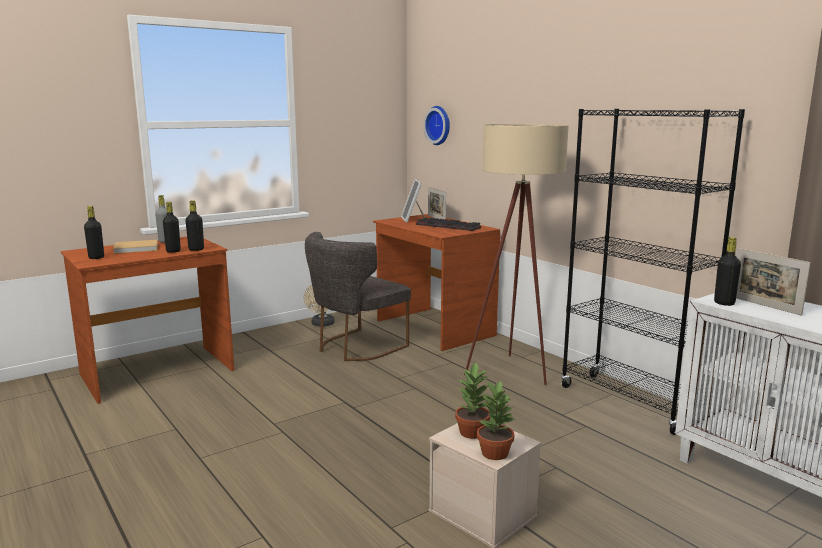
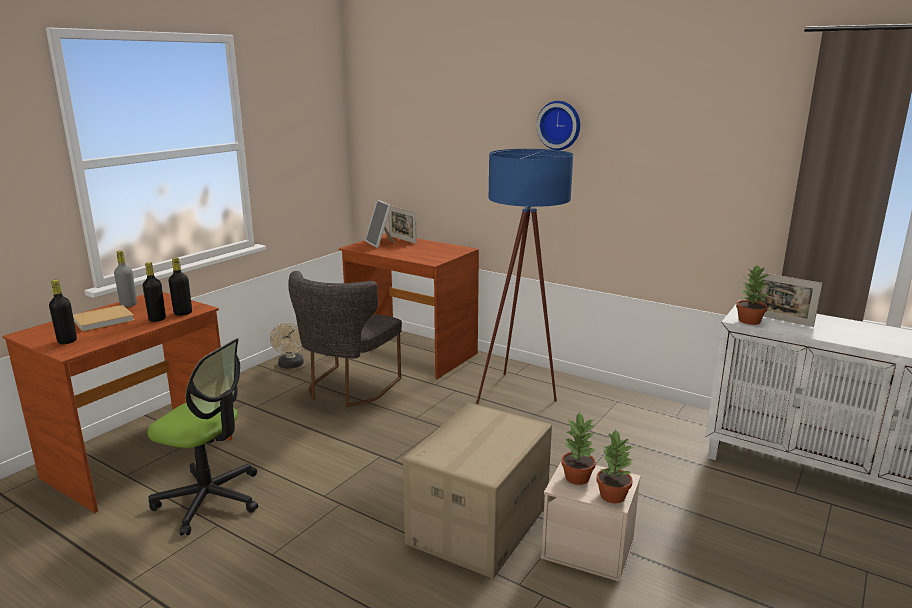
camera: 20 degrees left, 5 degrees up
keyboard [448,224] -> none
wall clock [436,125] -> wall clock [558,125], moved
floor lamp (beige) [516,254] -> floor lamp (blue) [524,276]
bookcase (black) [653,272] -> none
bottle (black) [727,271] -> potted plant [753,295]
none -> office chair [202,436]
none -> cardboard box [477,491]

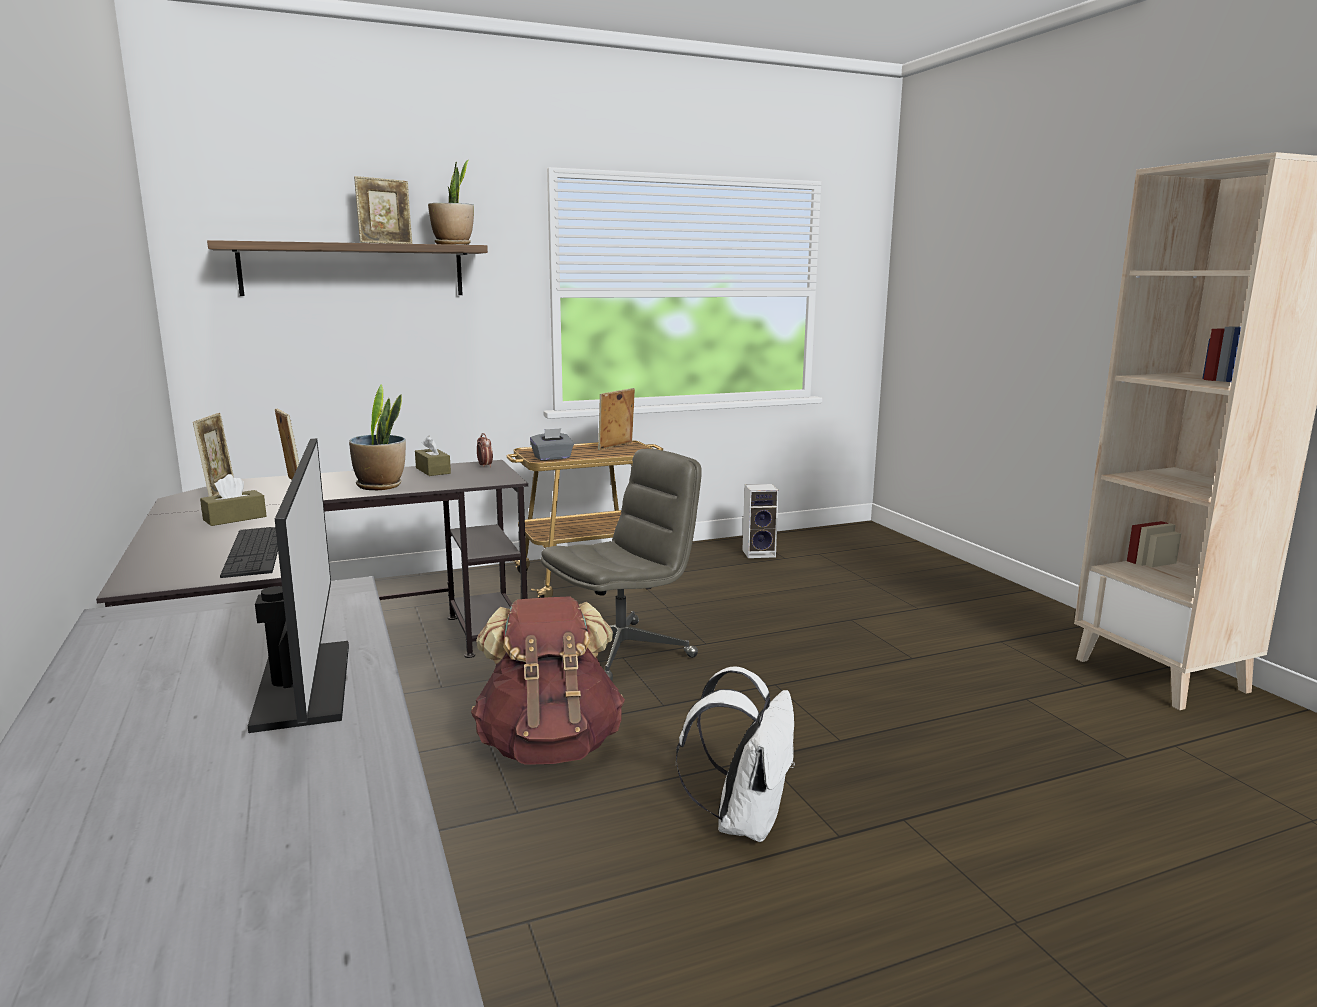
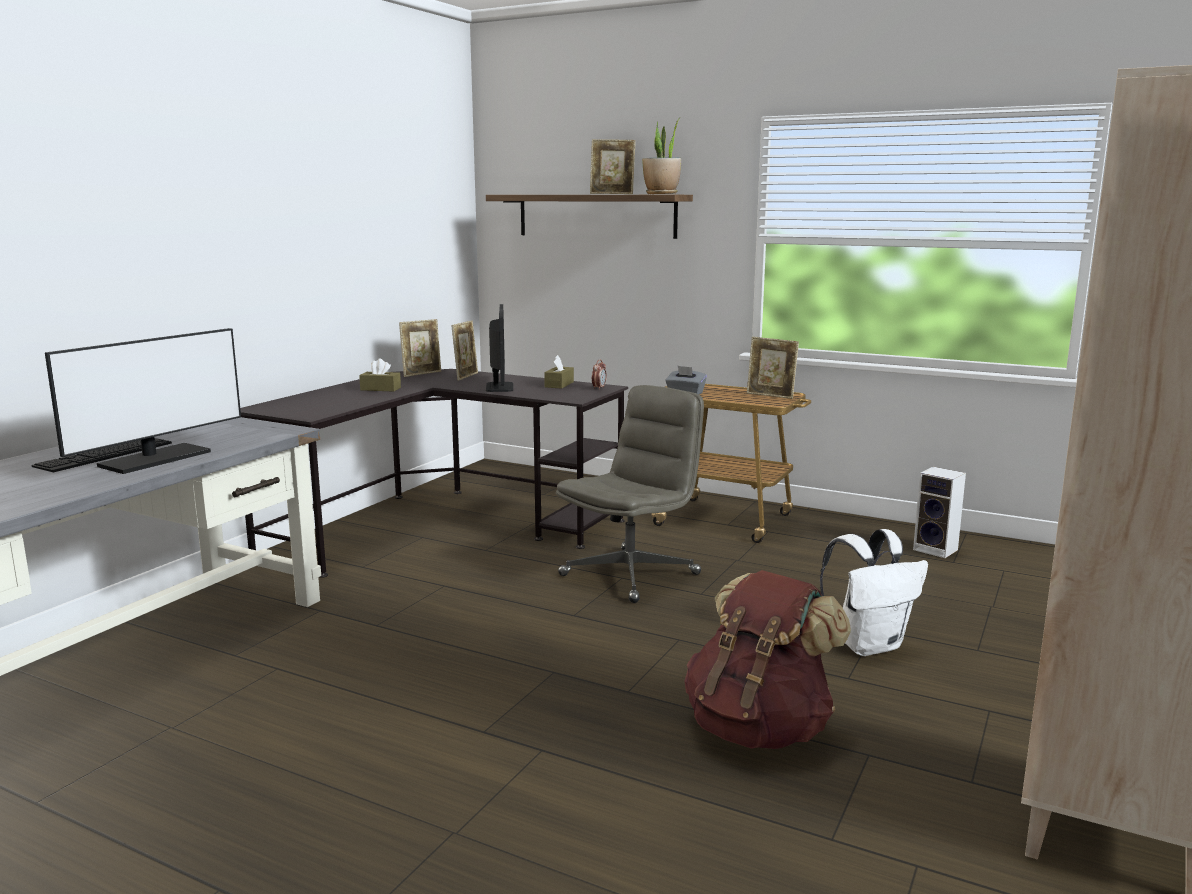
camera: 50 degrees right, 0 degrees up
keyboard [249,552] -> keyboard [102,455], moved
potted plant [377,437] -> monitor [499,348]
backpack (brown) [548,680] -> backpack (brown) [768,659], moved
office chair (grey) [621,565] -> office chair (grey) [630,494], 60 degrees counterclockwise
picture frame [616,419] -> picture frame [773,368], 150 degrees counterclockwise
backpack (white) [735,754] -> backpack (white) [874,592], moved

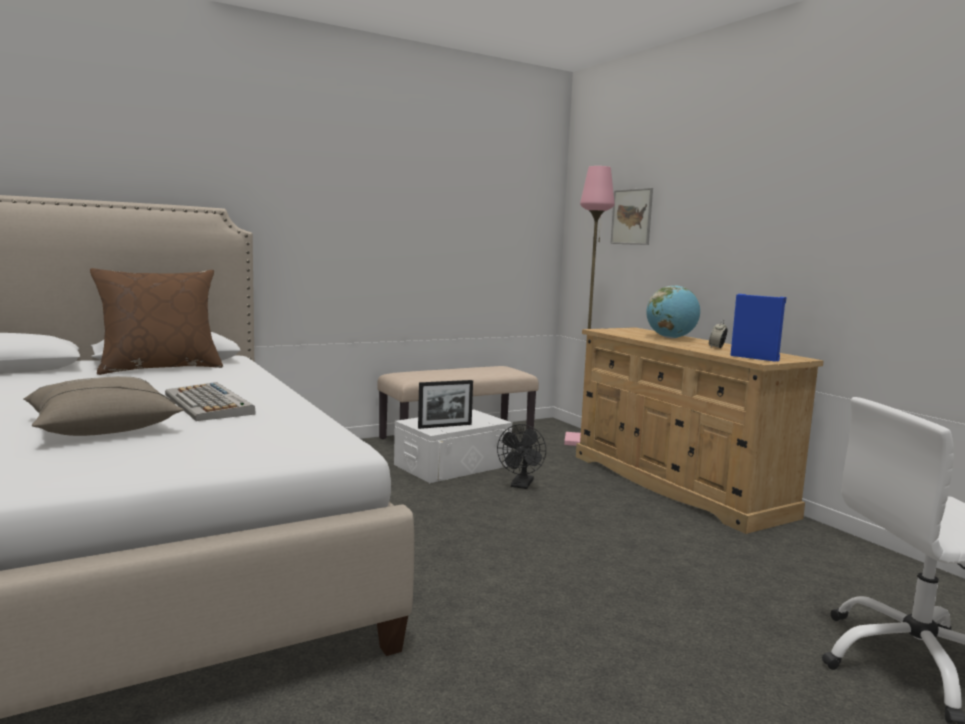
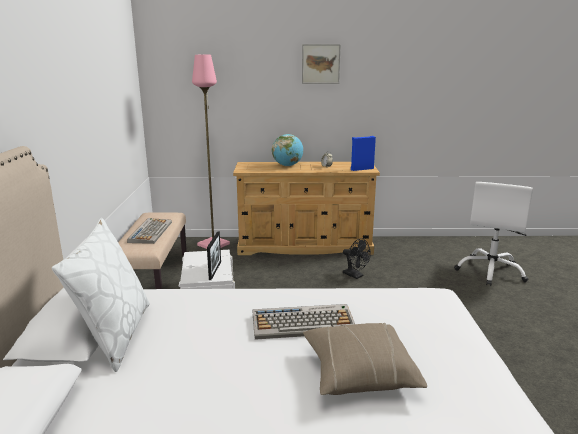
camera: 60 degrees left, 10 degrees up
pillow (brown) [156,321] -> pillow (white) [101,295]
fan (black) [521,456] -> fan (black) [357,258], moved
picture [631,216] -> picture [321,64], moved
none -> keyboard [149,231]

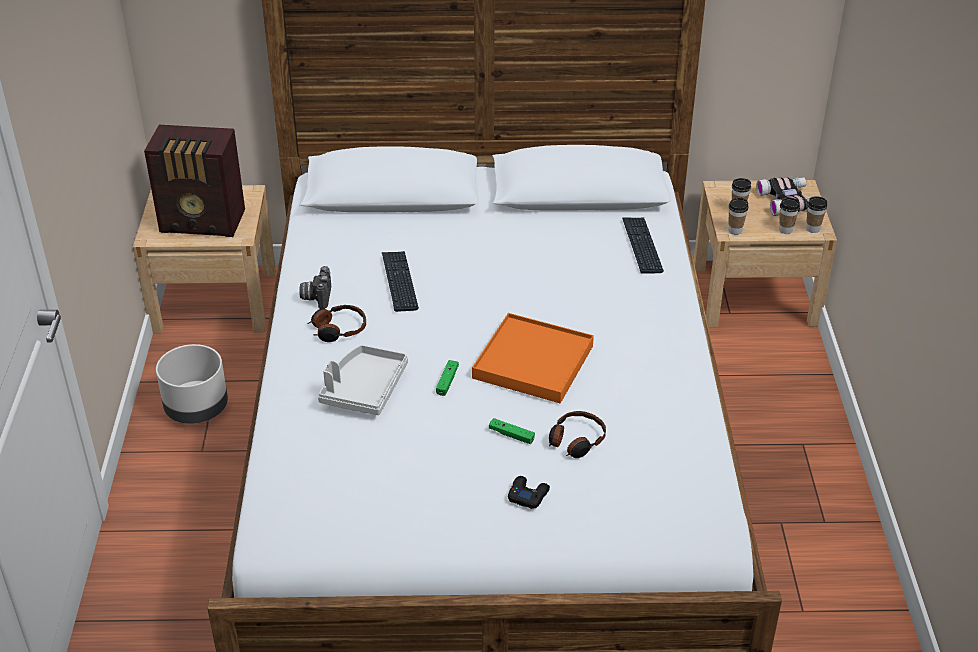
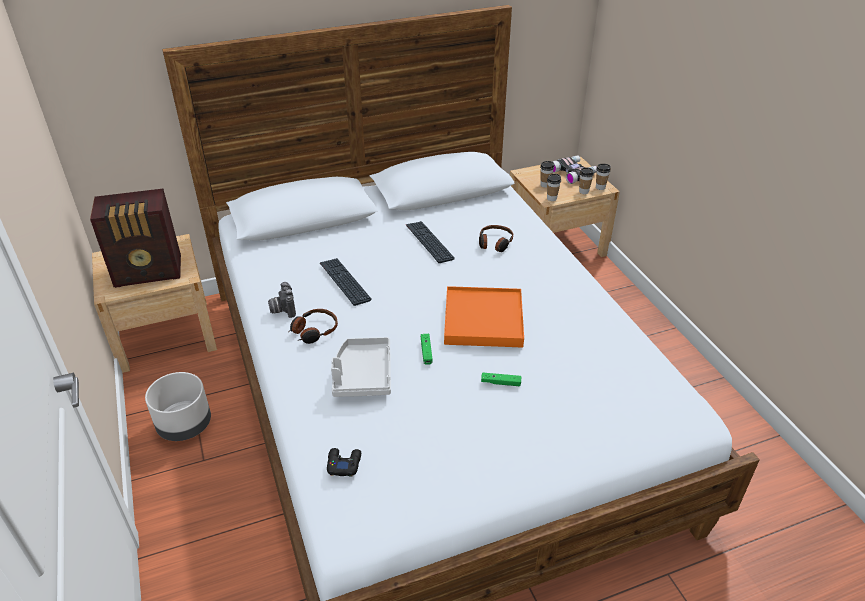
camera: 20 degrees left, 0 degrees up
game controller (black) [529,492] -> game controller (black) [344,462], moved
headphones [577,434] -> headphones [496,238], moved
keyboard [643,245] -> keyboard [430,242], moved

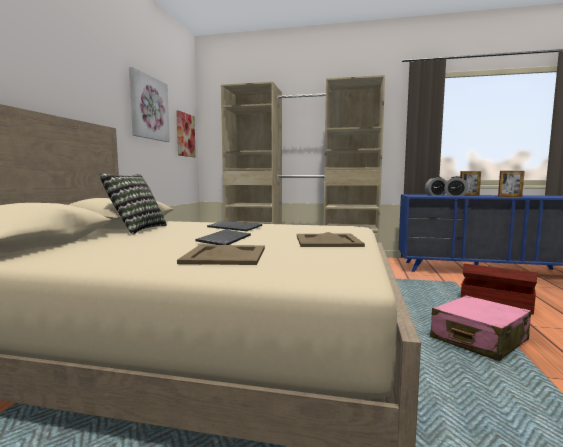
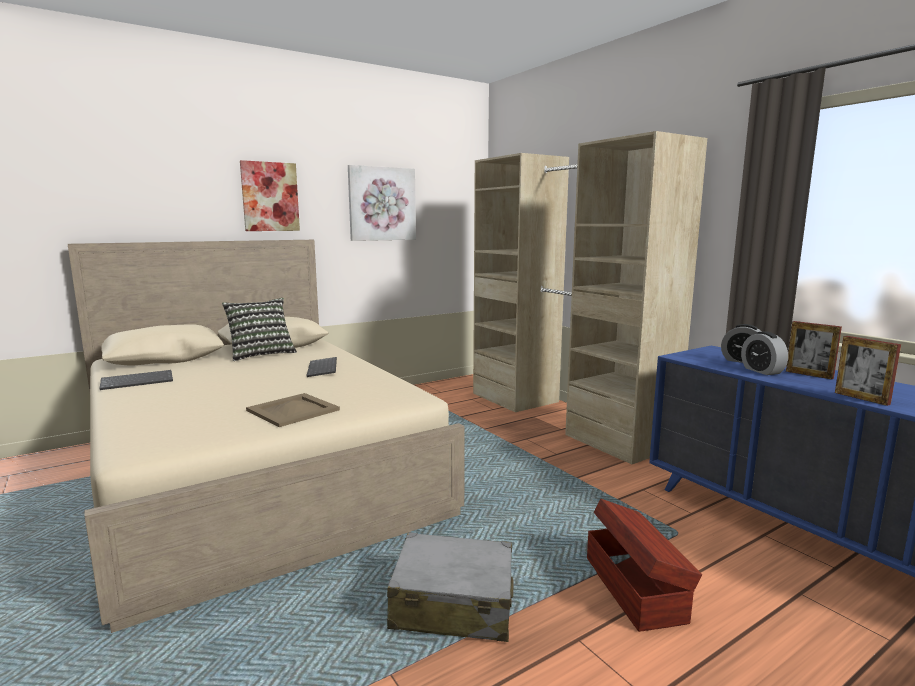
camera: 45 degrees right, 5 degrees up
picture [186,133] -> picture [270,195], moved
tray (beige) [221,255] -> none
keyboard [223,237] -> keyboard [136,380], moved
suitcase (pink) [480,328] -> suitcase (grey) [450,587]

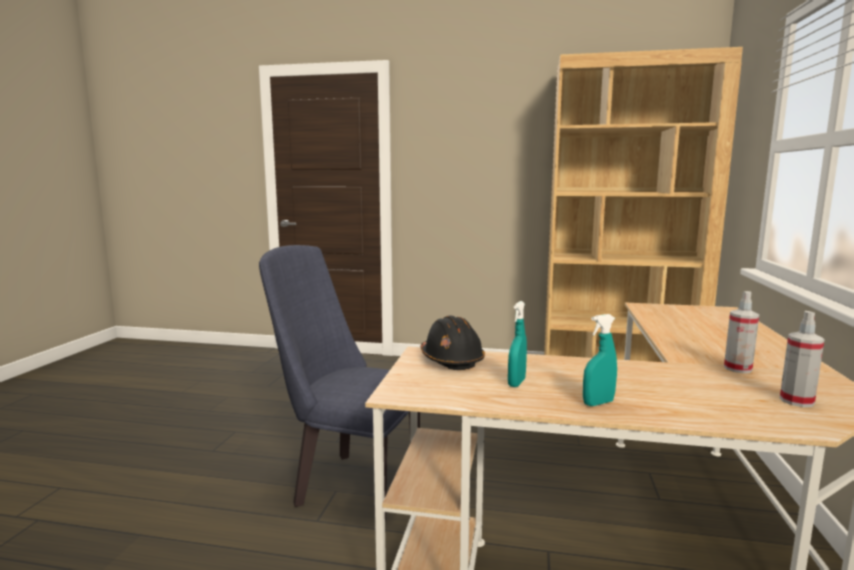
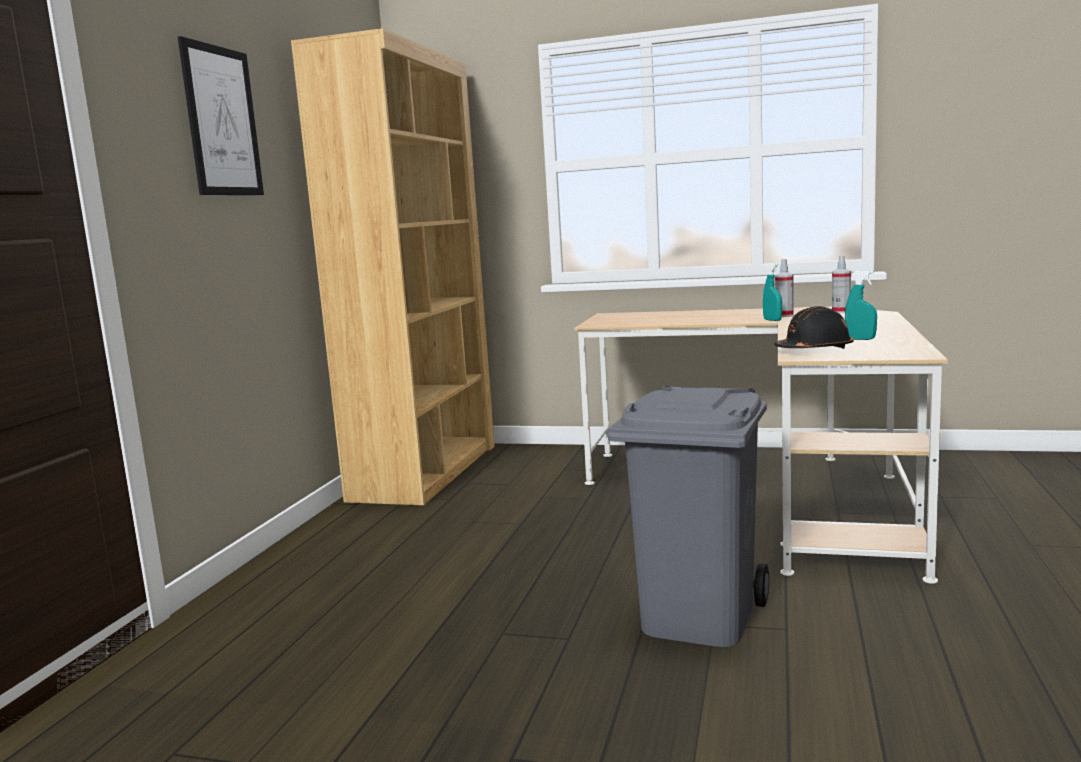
camera: 85 degrees left, 0 degrees up
chair (blue) [339,383] -> trash can (grey) [688,516]
spray bottle (turquoise) [600,360] -> spray bottle (turquoise) [772,292], moved
none -> picture [221,115]

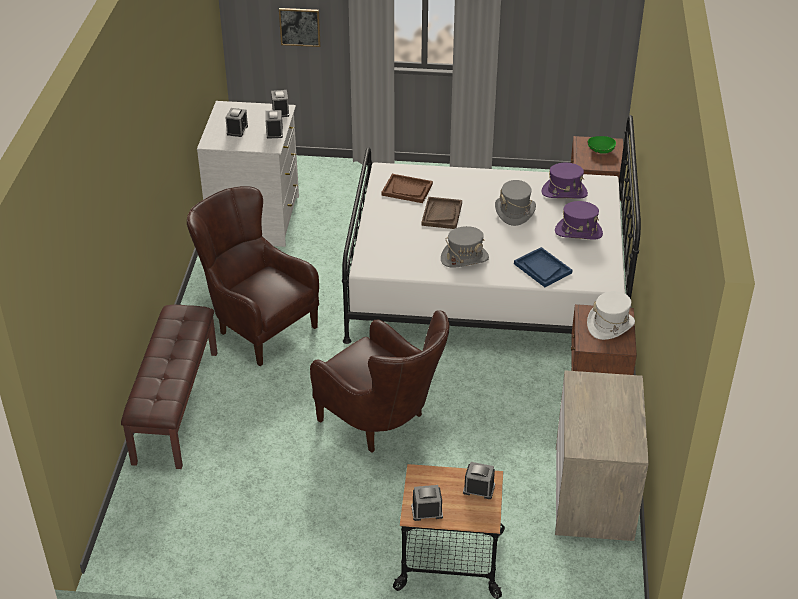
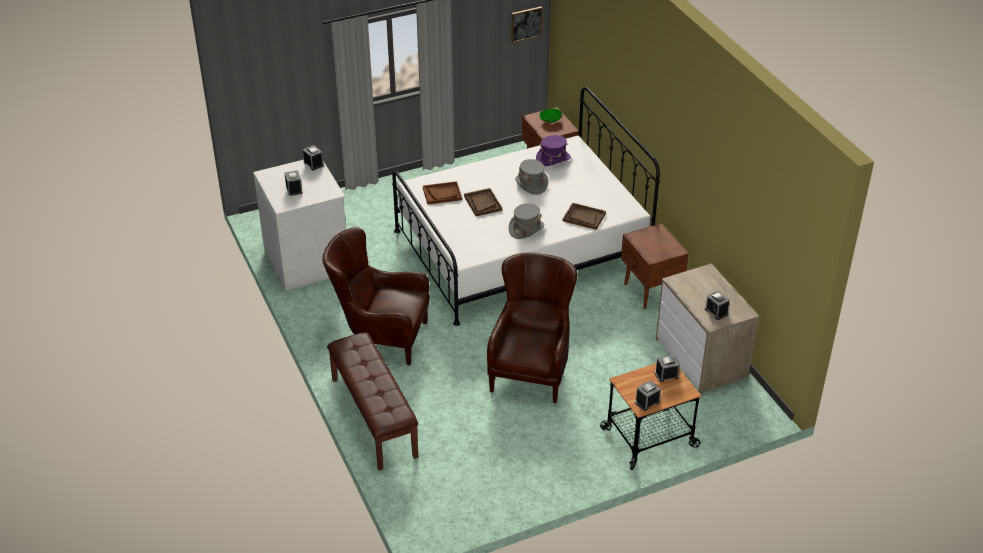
camera: 30 degrees left, 0 degrees up
alarm clock [274,124] -> alarm clock [717,305], moved
picture [300,27] -> picture [526,25], moved
armchair (brown) [380,381] -> armchair (brown) [532,327], 90 degrees counterclockwise
tray (blue) [543,267] -> tray (brown) [584,216]
hat (purple) [579,220] -> none
hat (white) [611,315] -> none

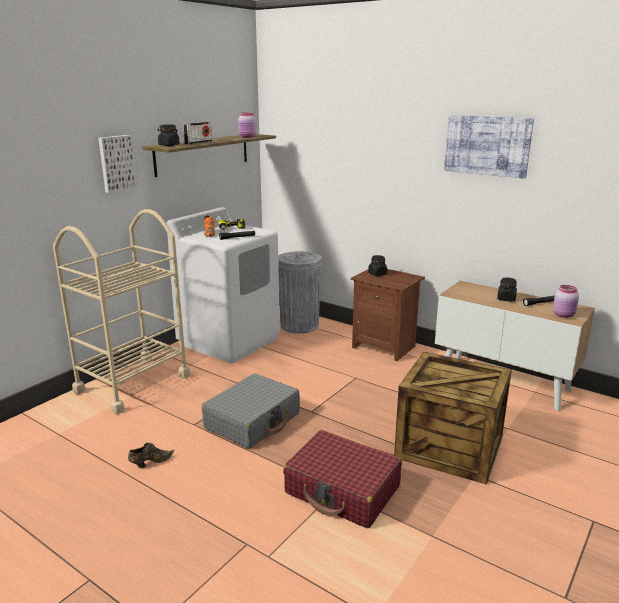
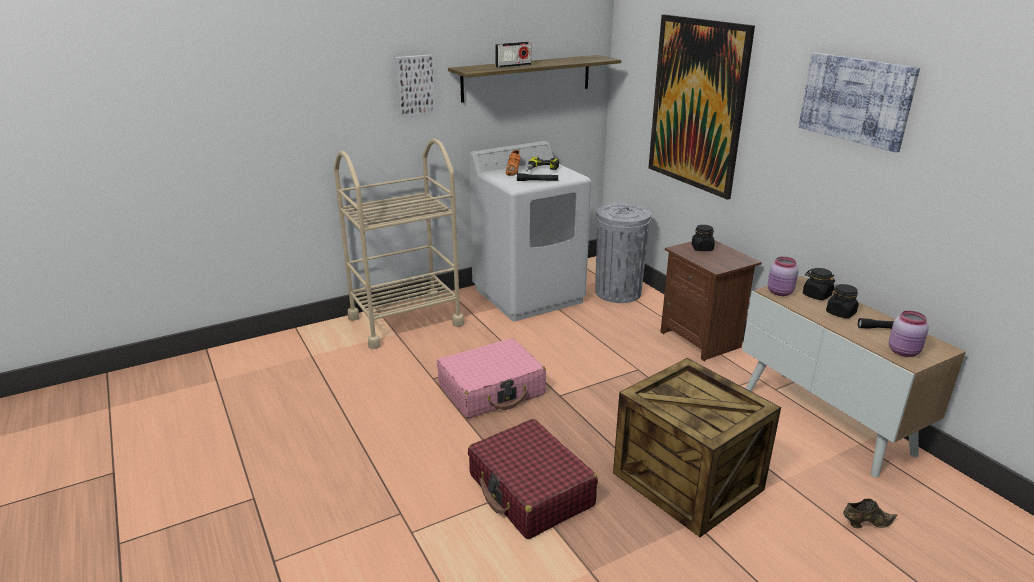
camera: 25 degrees right, 5 degrees up
shoe (brown) [151,455] -> shoe (brown) [870,513], moved
jar (black) [168,135] -> jar (black) [819,284], moved
suitcase (grey) [251,411] -> suitcase (pink) [491,378]
jar (pink) [247,125] -> jar (pink) [783,276], moved
none -> picture [701,107]

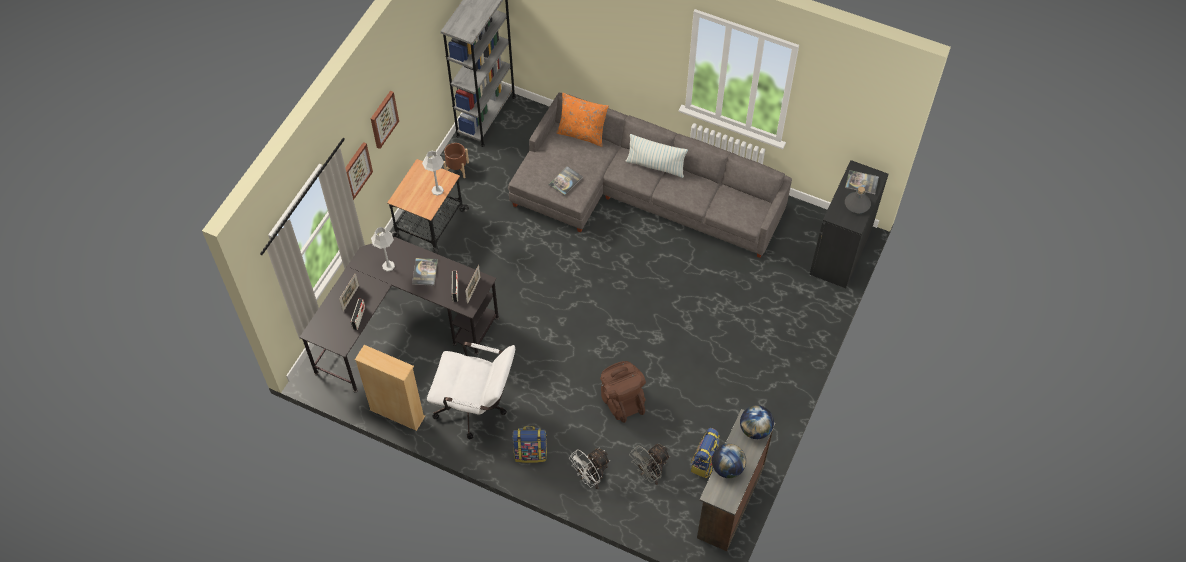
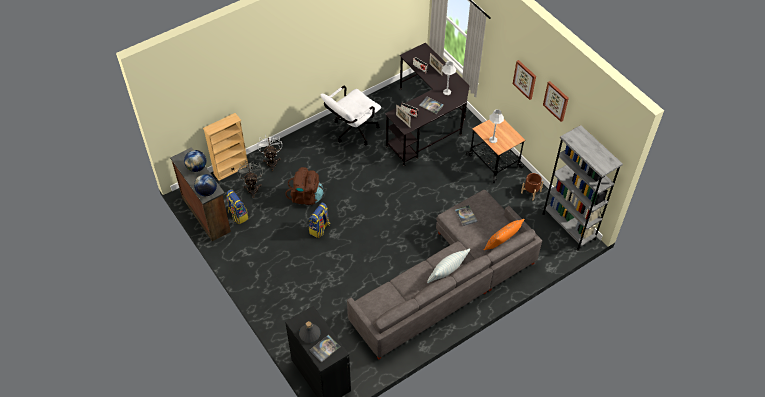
camera: 120 degrees right, 5 degrees down
picture [359,171] -> picture [556,101], moved
bookcase (beige) [390,388] -> bookcase (beige) [225,147], moved
backpack [529,444] -> backpack [319,220], moved

